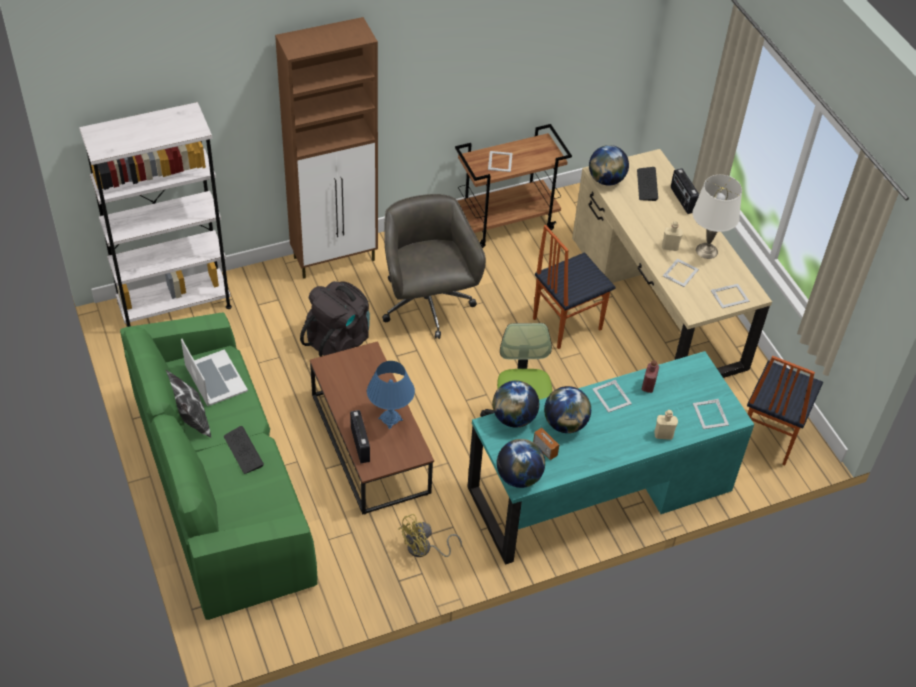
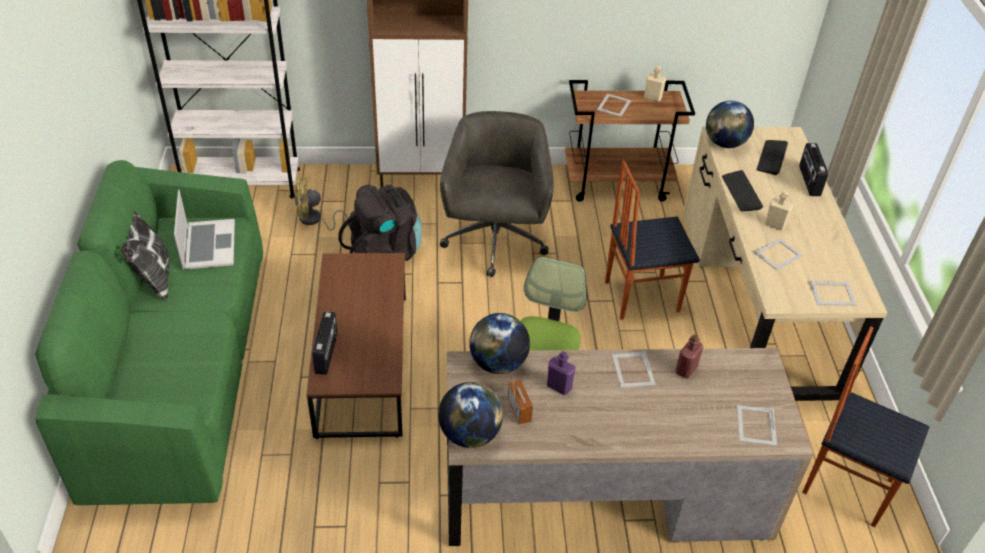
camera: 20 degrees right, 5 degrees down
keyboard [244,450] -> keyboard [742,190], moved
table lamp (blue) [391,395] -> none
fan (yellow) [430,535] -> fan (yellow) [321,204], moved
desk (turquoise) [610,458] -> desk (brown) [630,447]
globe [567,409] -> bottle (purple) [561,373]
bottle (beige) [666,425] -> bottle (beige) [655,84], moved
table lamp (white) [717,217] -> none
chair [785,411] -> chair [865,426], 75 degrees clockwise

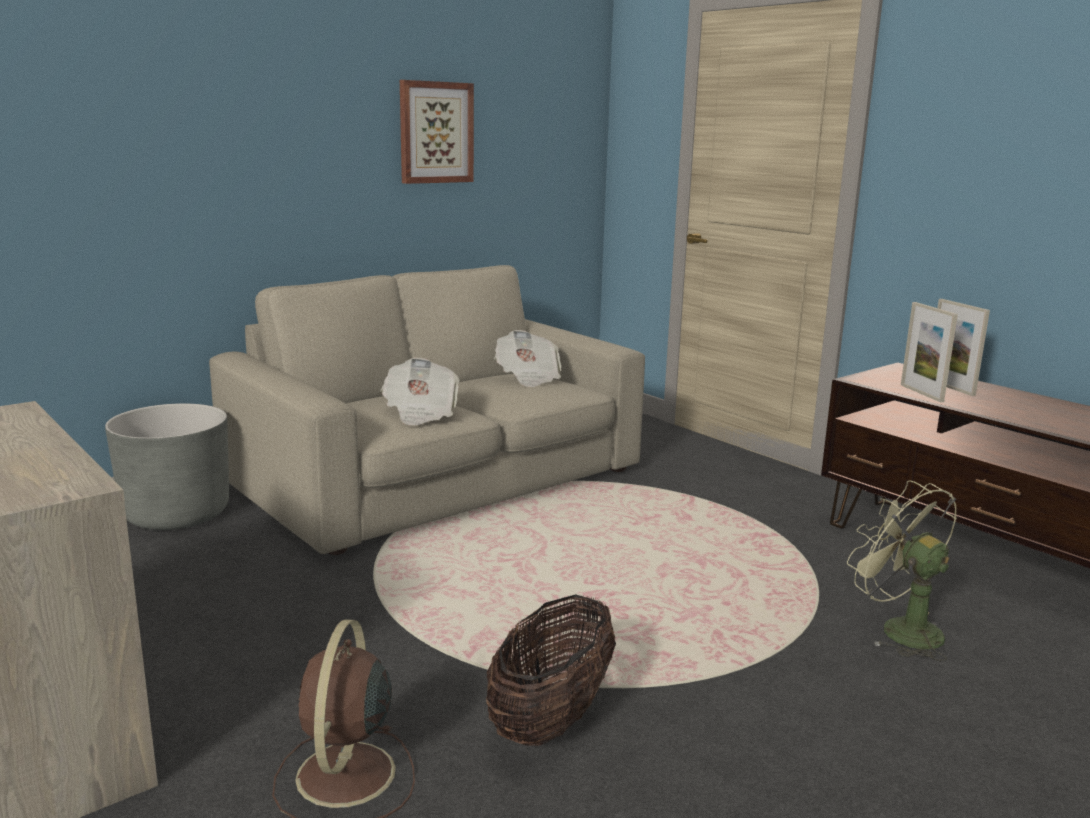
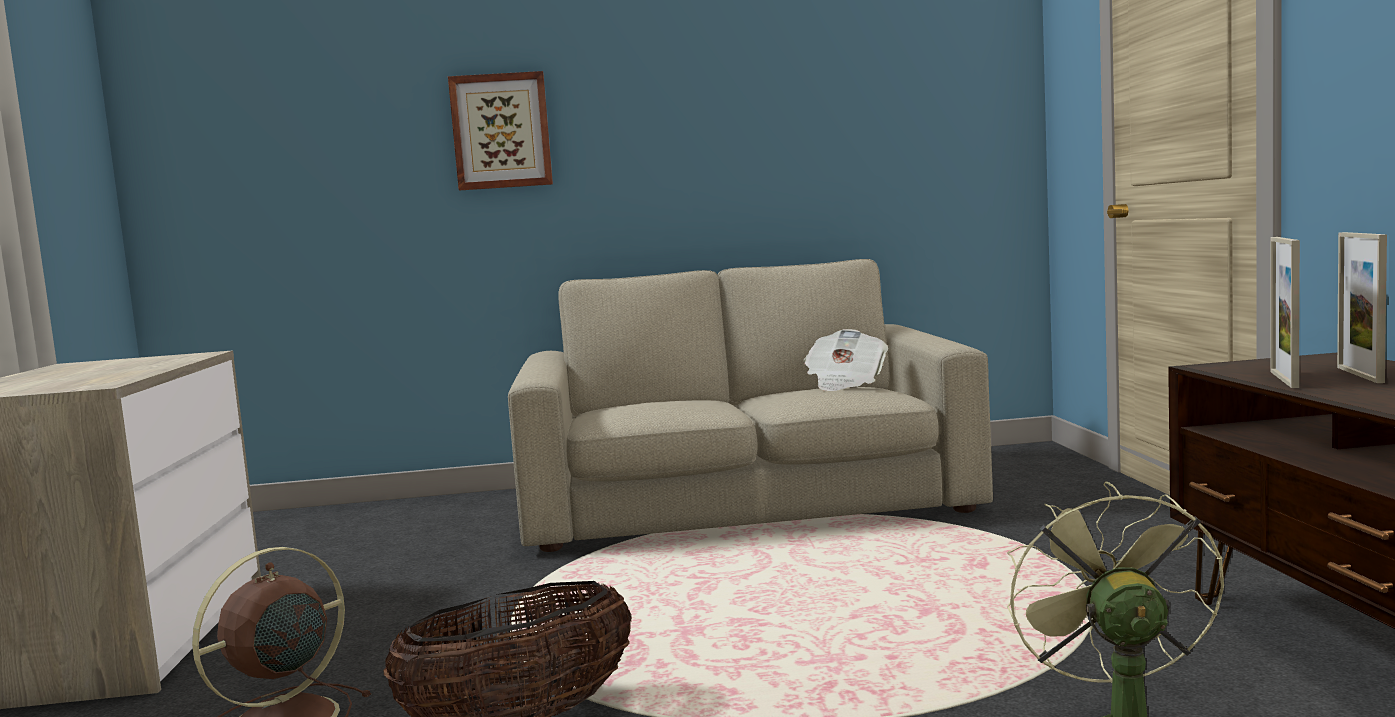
camera: 35 degrees right, 10 degrees down
planter (grey) [167,466] -> none
newspaper [420,391] -> none
picture [437,132] -> picture [500,130], moved

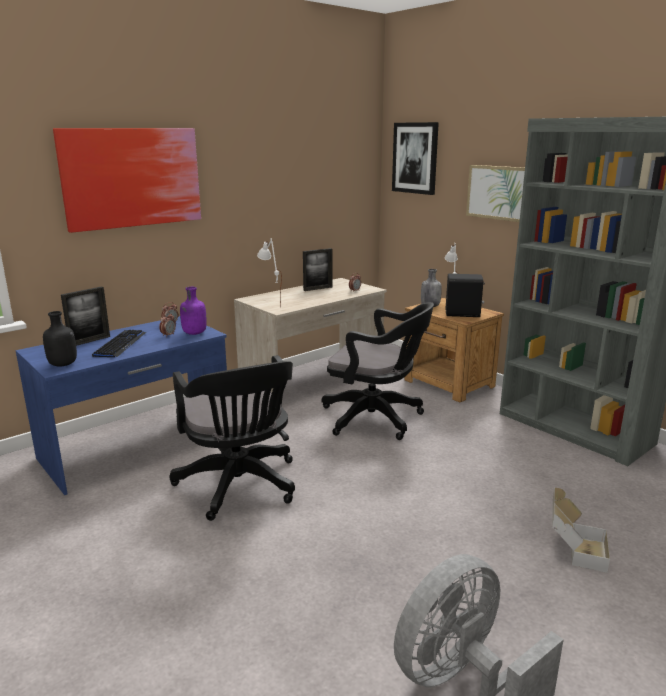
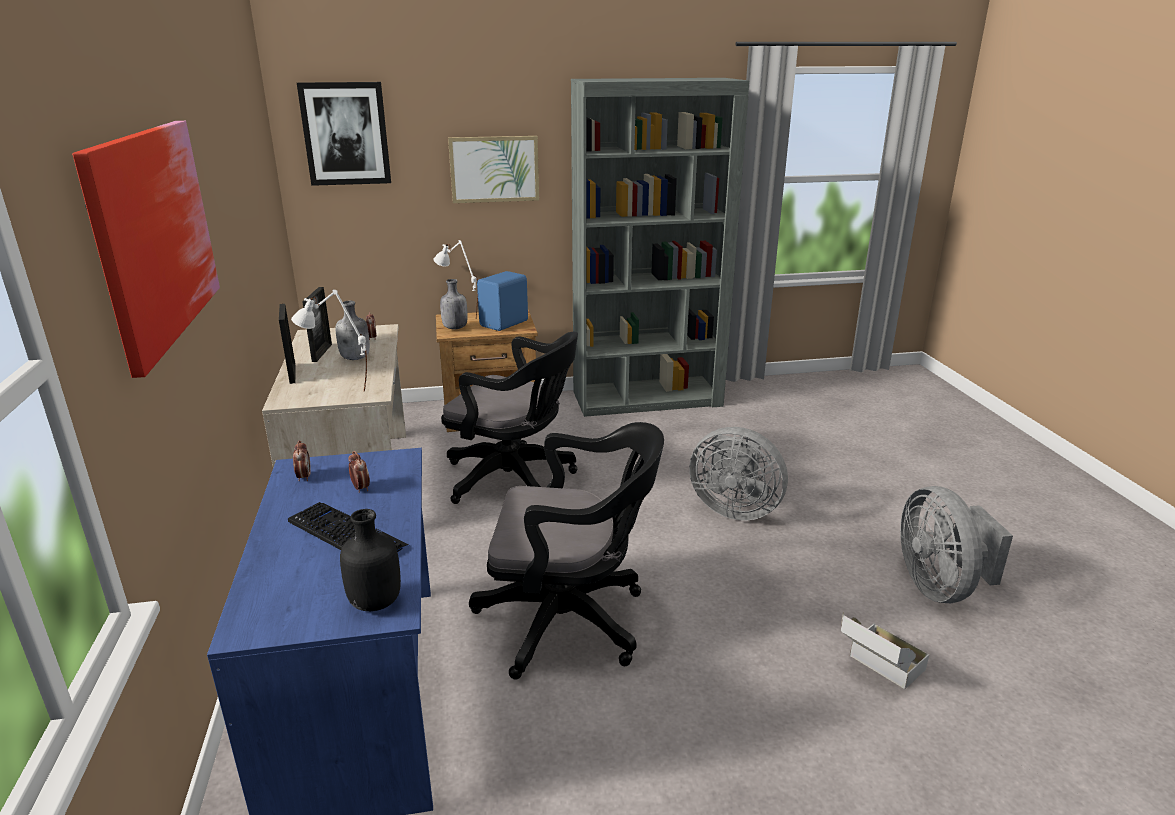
camera: 60 degrees left, 5 degrees up
picture frame [85,316] -> picture frame [287,344], moved
bottle (purple) [193,311] -> none
office chair (black) [378,371] -> office chair (black) [509,418], 60 degrees clockwise
speaker (black) [465,295] -> speaker (blue) [502,301]
cardboard box [581,530] -> cardboard box [885,650], moved
none -> bottle (grey) [352,330]
none -> fan (grey) [738,474]

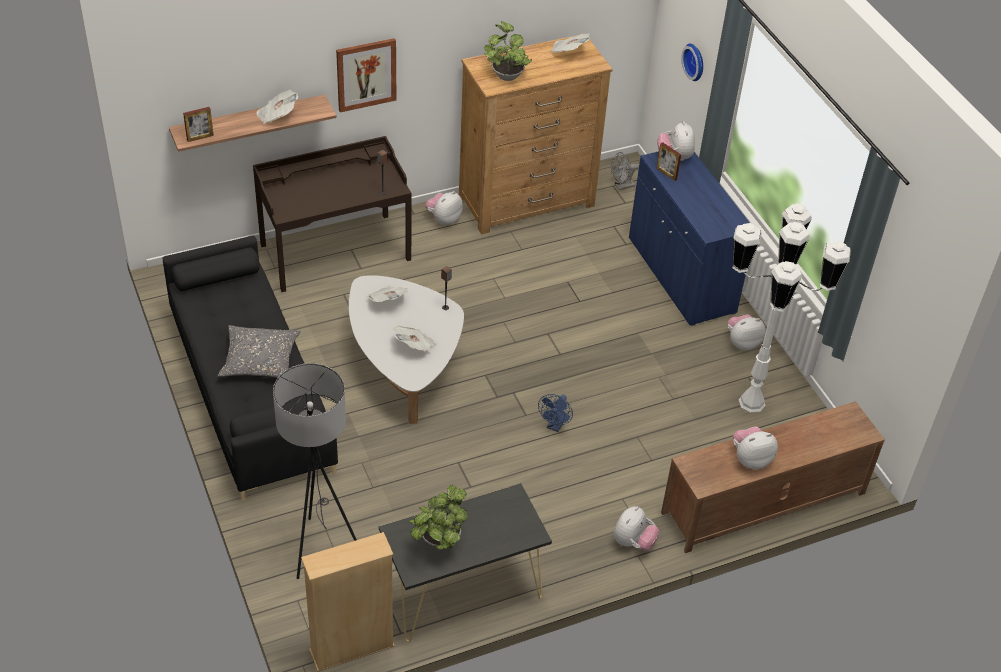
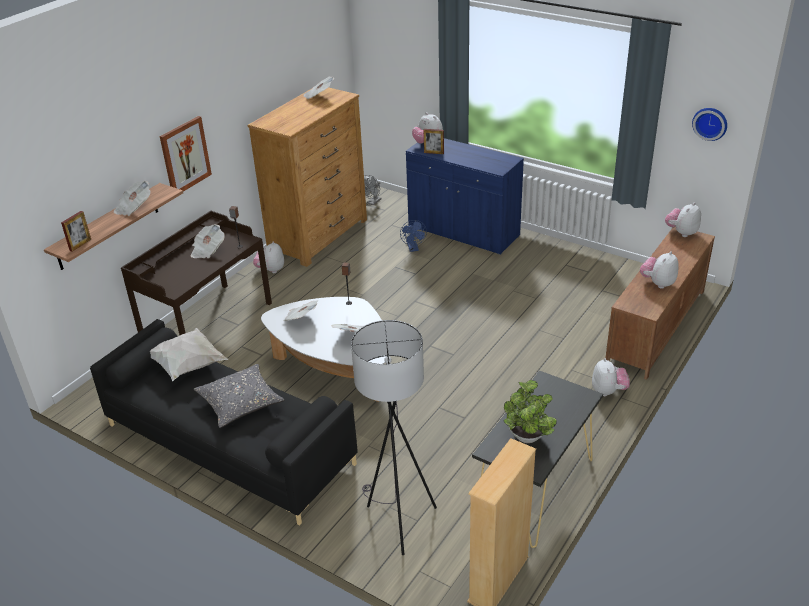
camera: 30 degrees left, 10 degrees down
potted plant [508,51] -> none
fan (blue) [555,413] -> fan (blue) [413,236], moved
wall clock [692,62] -> wall clock [709,124], moved
plush toy [747,332] -> plush toy [683,219], moved
floor lamp (white) [792,308] -> none
none -> pillow (white) [189,355]
none -> newspaper [208,241]

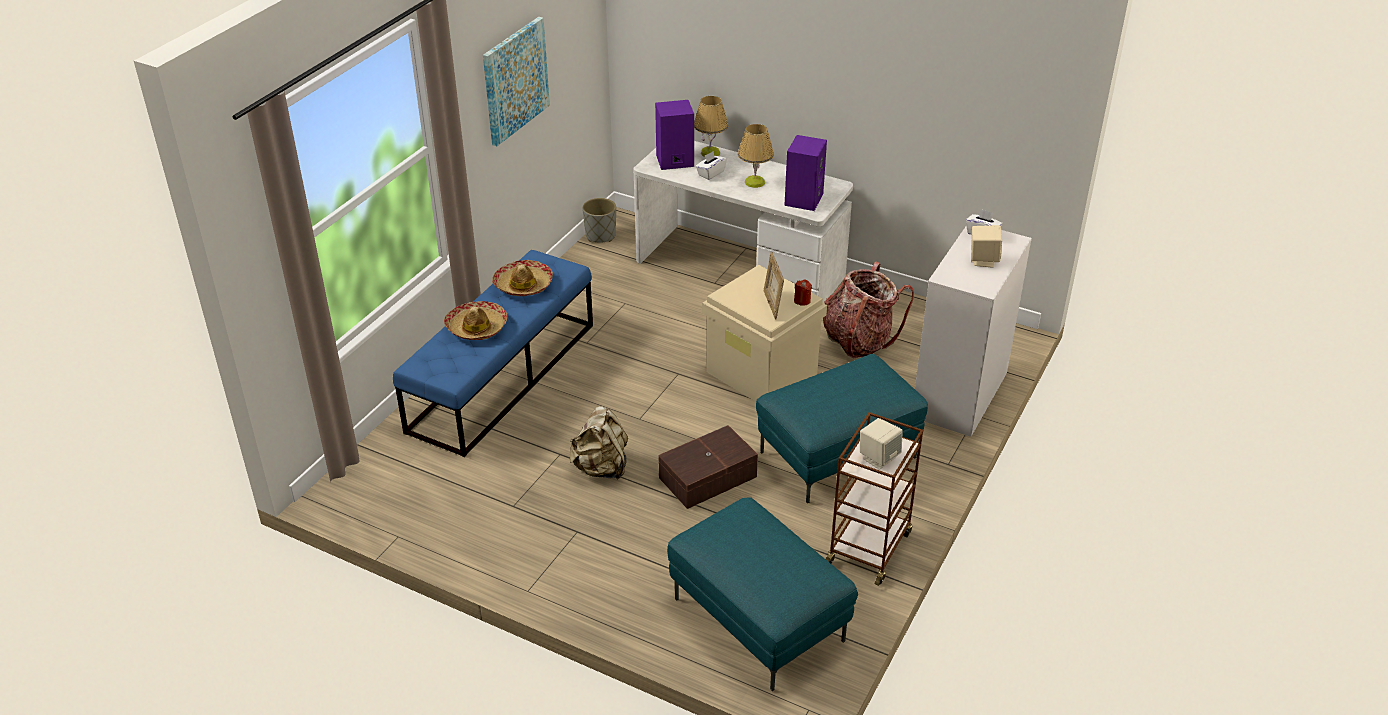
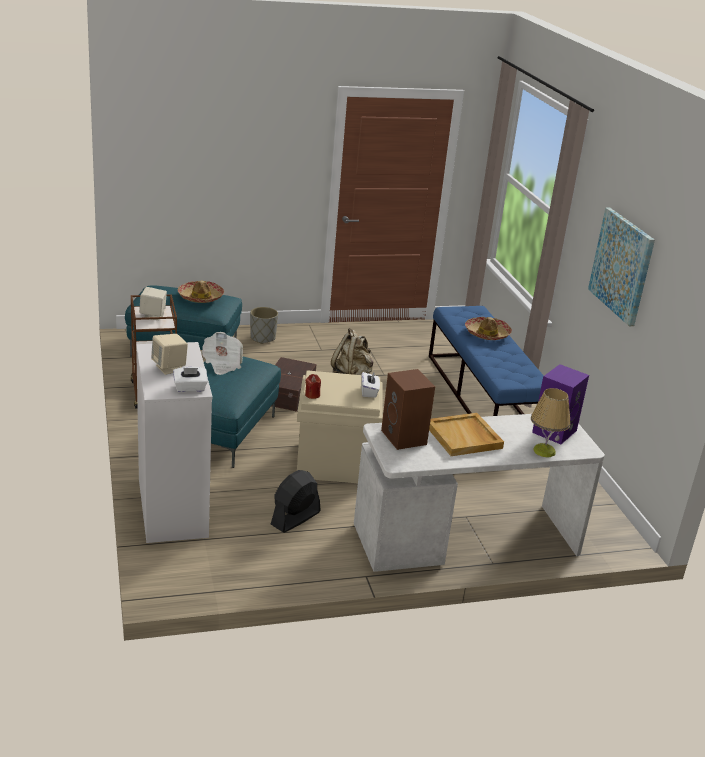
camera: 135 degrees right, 10 degrees down
hat [522,278] -> hat [201,292], moved
planter (grey) [599,220] -> planter (grey) [264,325], moved
tissue box (white) [711,165] -> tissue box (white) [370,385], moved
table lamp [756,156] -> tray (beige) [466,434]
picture frame [774,285] -> none
speaker (purple) [805,173] -> speaker (brown) [408,409]
backpack [868,310] -> fan (black) [296,501]
none -> newspaper [222,353]

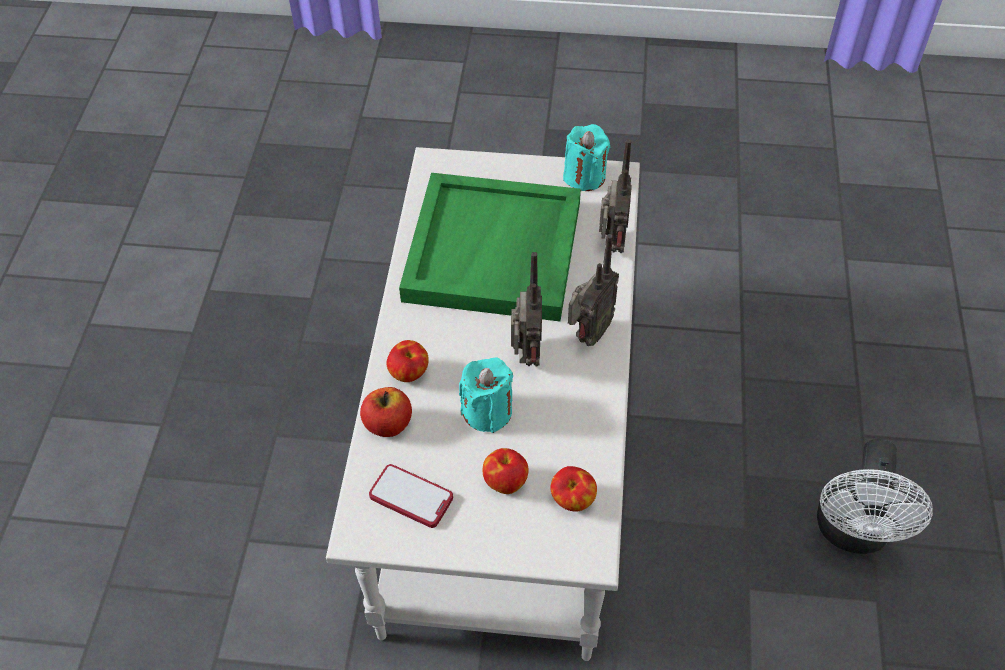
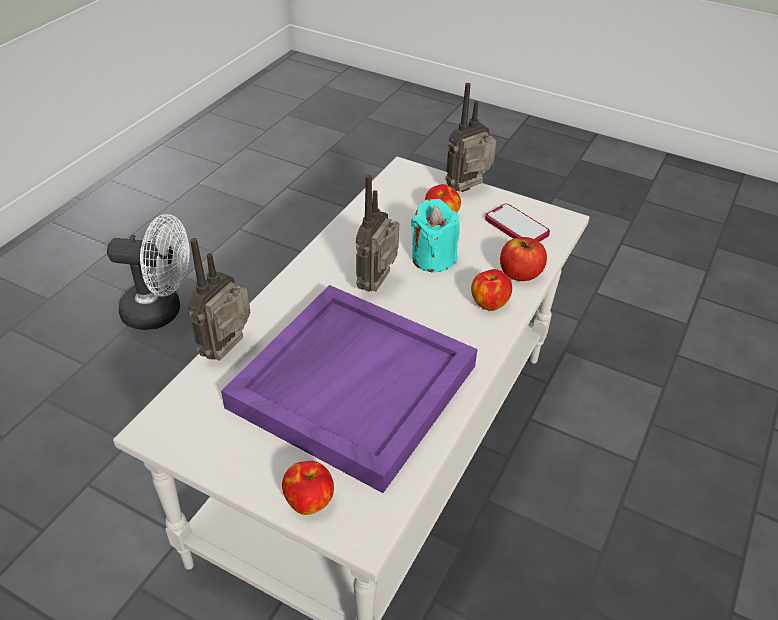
camera: 160 degrees left, 10 degrees down
tray (green) [490,247] -> tray (purple) [349,389]
apple [573,489] -> apple [308,488], moved
candle (turquoise) [587,157] -> none
radio [593,290] -> radio [471,137], moved
fan (white) [875,496] -> fan (white) [148,272], 60 degrees clockwise

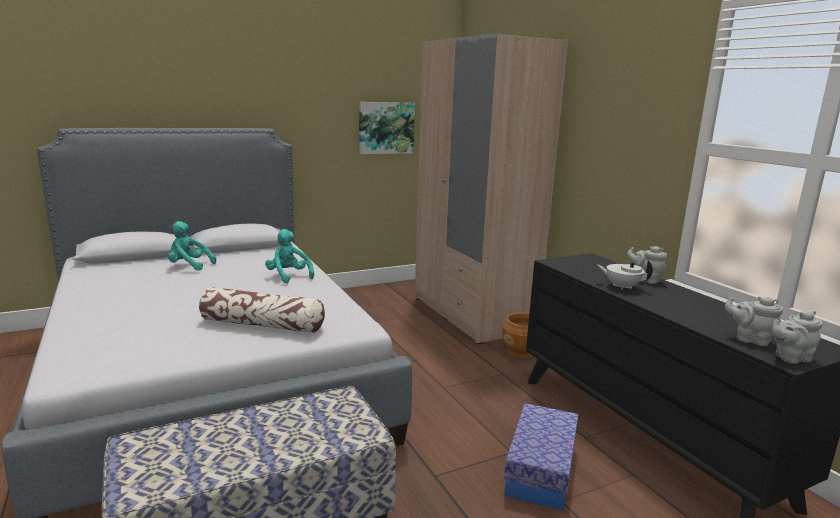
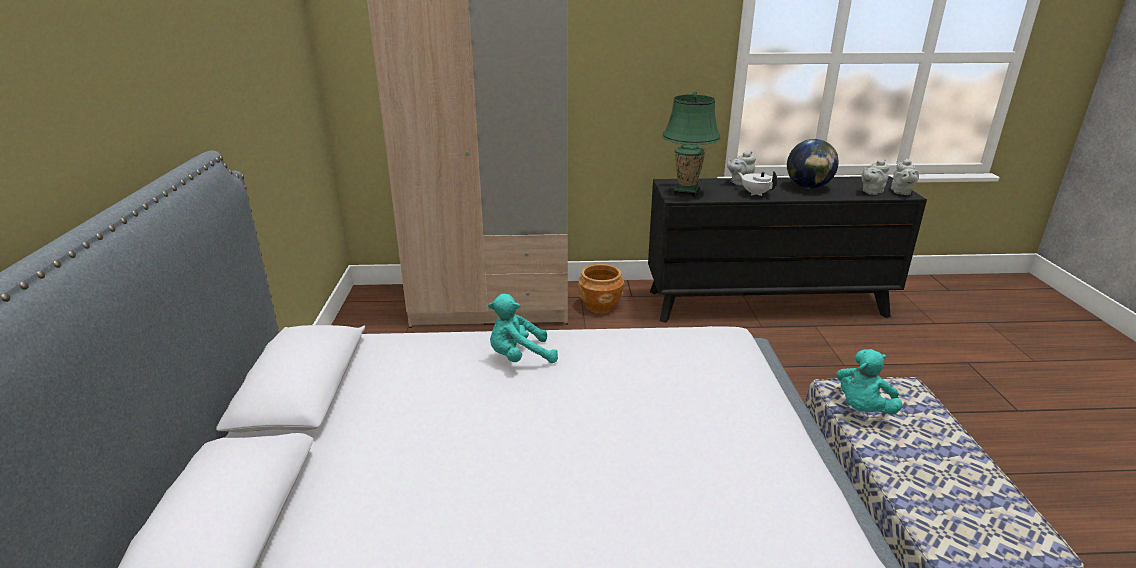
camera: 65 degrees left, 10 degrees up
plush toy (turquoise) [192,246] -> plush toy (turquoise) [869,382], moved
pillow [262,310] -> none
picture [387,128] -> none
storage box [541,457] -> none
teapot (white) [625,275] -> teapot (white) [758,183], 90 degrees clockwise
none -> table lamp (green) [691,144]
none -> globe [813,164]

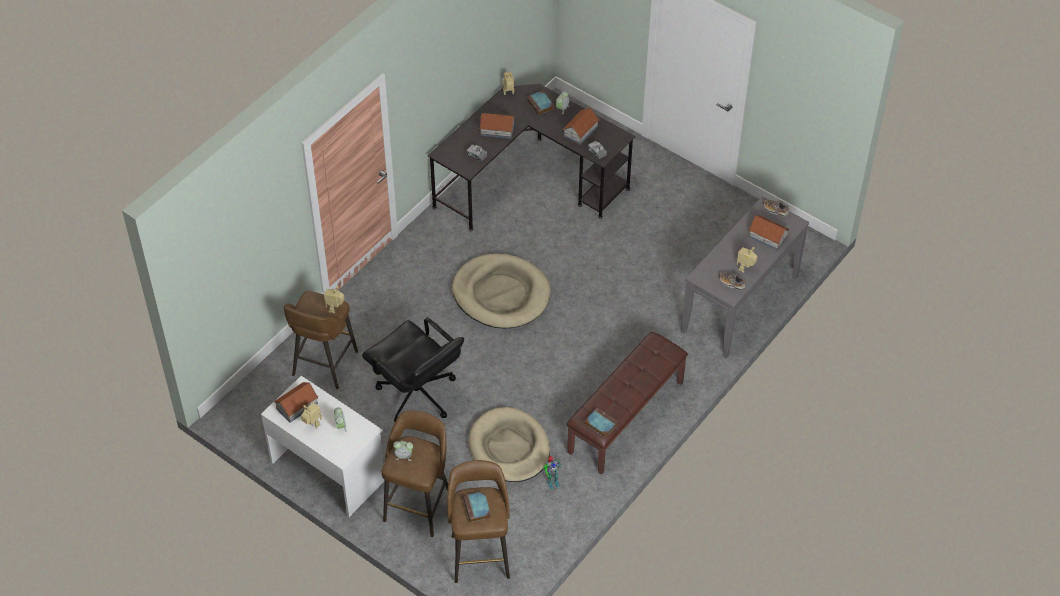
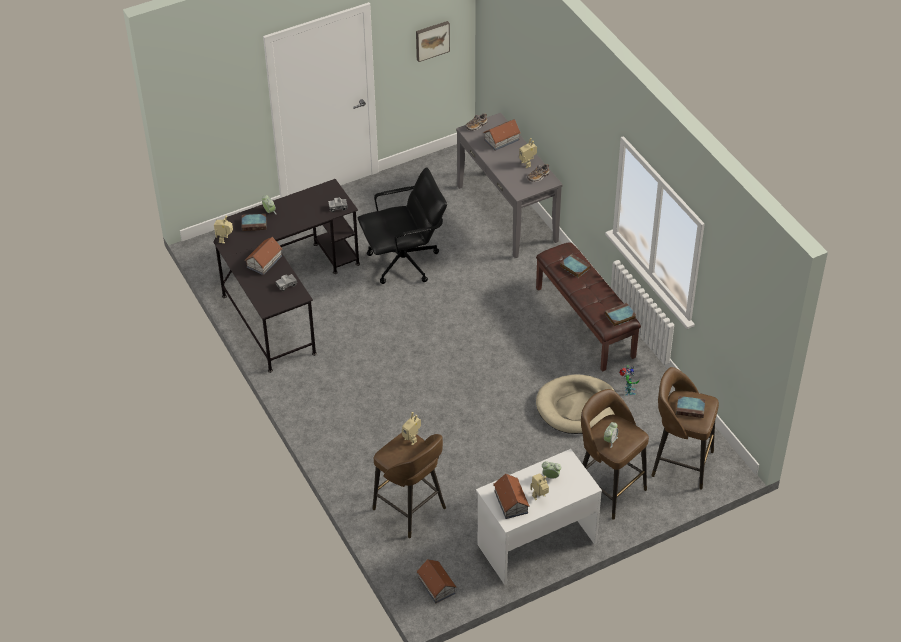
camera: 65 degrees left, 5 degrees down
office chair (black) [413,369] -> office chair (black) [402,225], moved
dog bed (beige) [501,291] -> none
toy house [581,126] -> toy house [437,581], moved
none -> picture [433,41]
none -> book [575,266]

